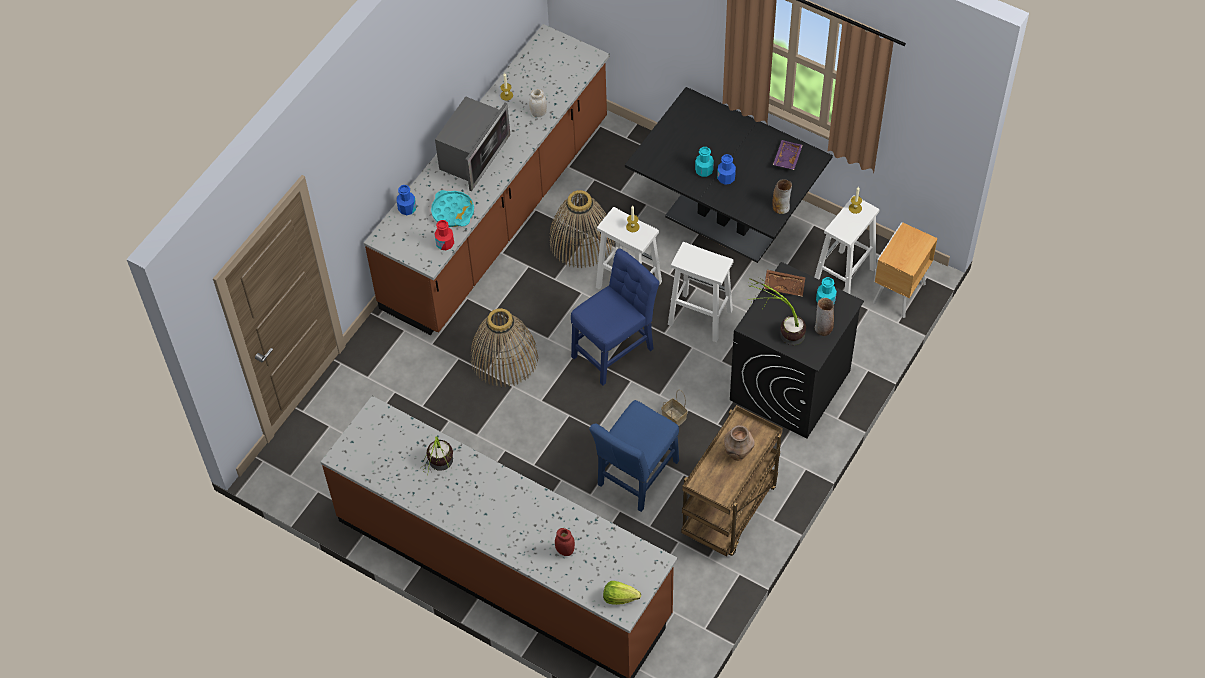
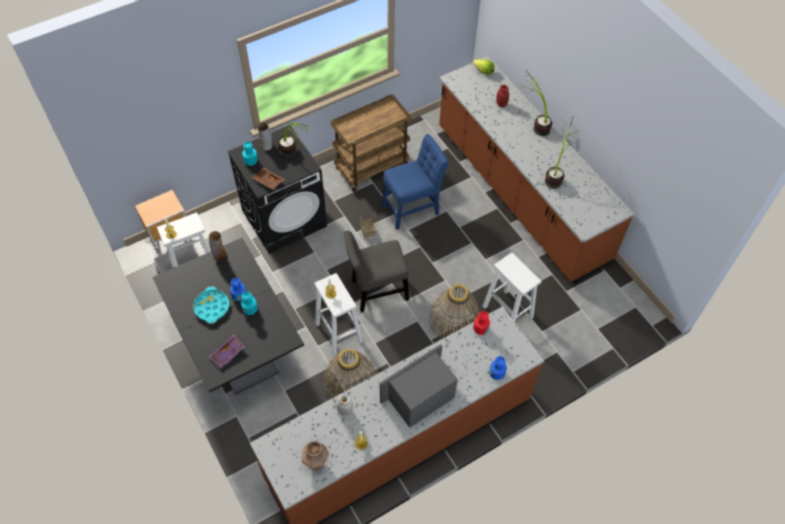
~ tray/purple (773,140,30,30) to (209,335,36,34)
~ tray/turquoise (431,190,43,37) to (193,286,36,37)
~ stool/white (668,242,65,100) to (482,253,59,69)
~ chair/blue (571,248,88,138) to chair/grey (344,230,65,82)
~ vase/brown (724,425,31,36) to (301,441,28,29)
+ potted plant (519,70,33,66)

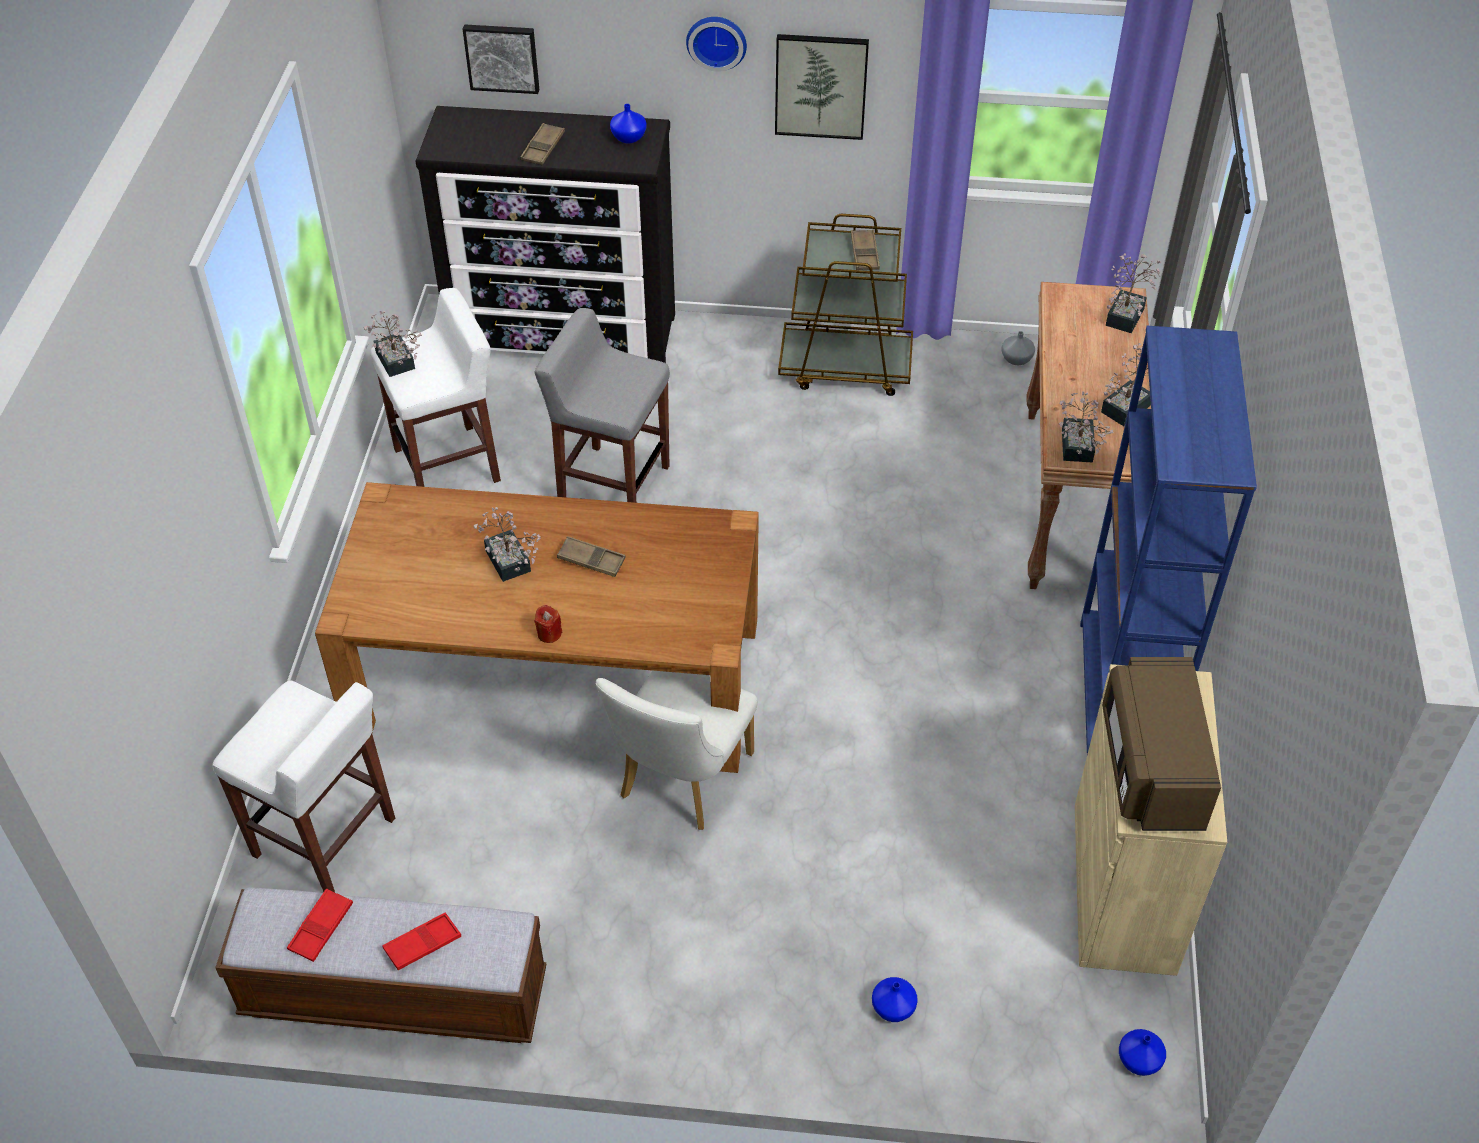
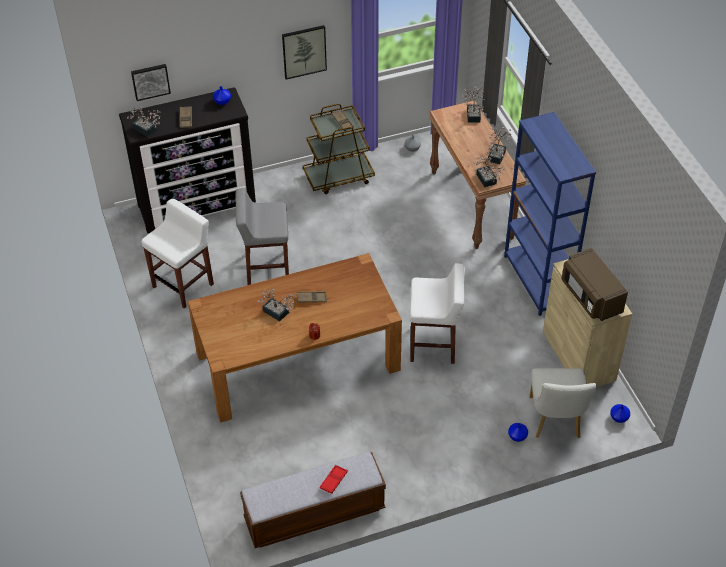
- wall clock (686,17,61,55)
~ potted plant (364,311,58,66) to (127,107,34,30)
~ chair/white (595,671,163,159) to (529,368,68,70)
~ stool/white (212,681,183,211) to (410,263,55,101)
- tray/red (287,888,66,74)

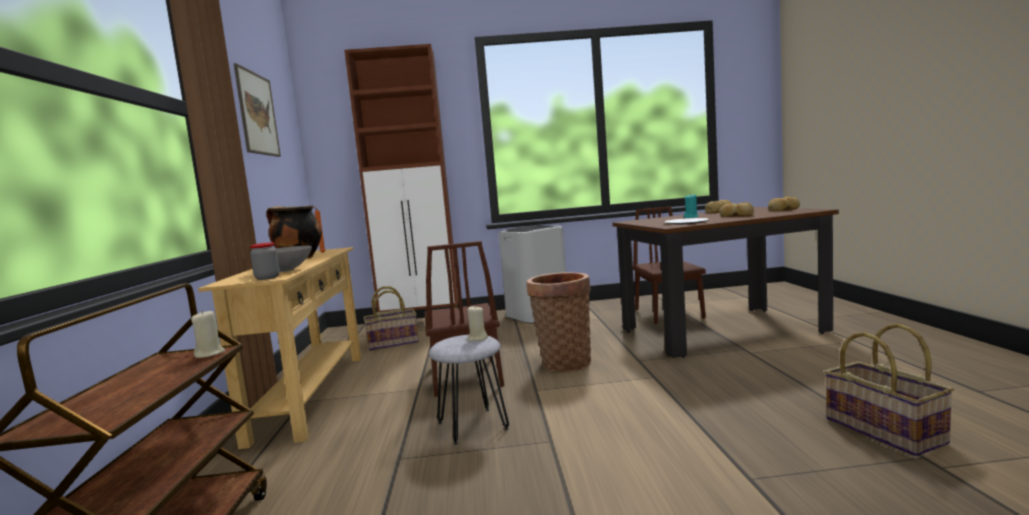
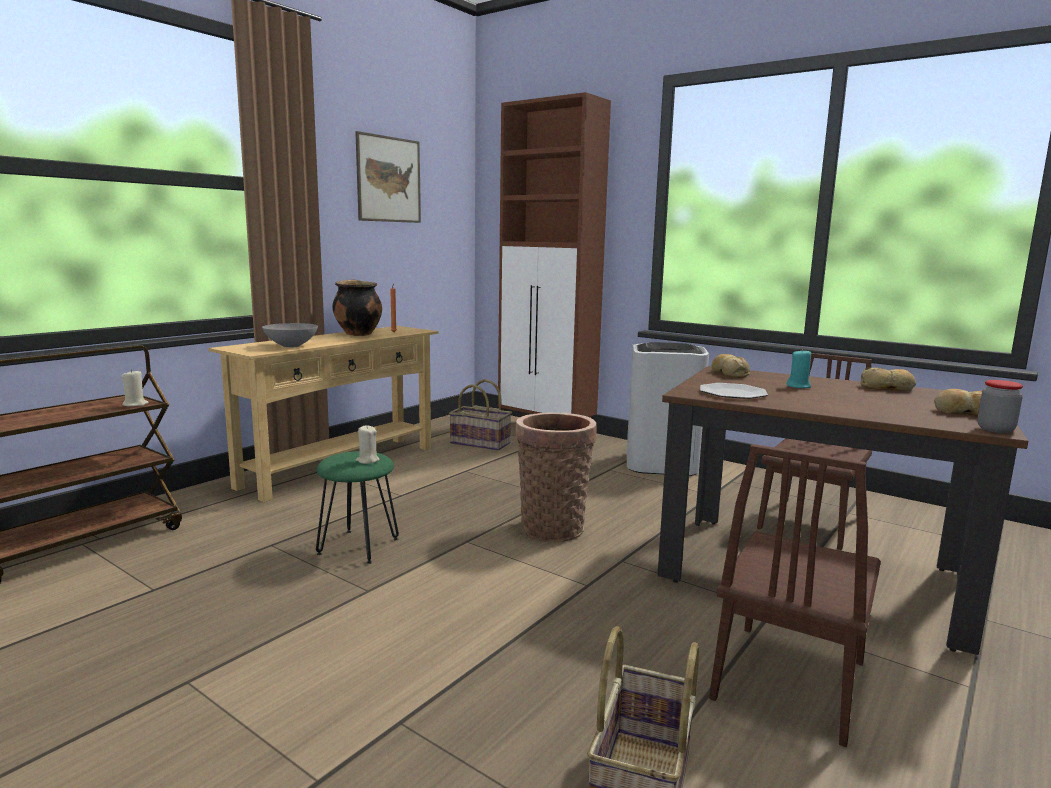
~ bread (719,202,35,15) to (711,354,39,24)
~ chair/brown (425,241,79,156) to (709,444,172,303)
~ jar (250,243,30,37) to (977,380,46,53)
~ stool/grey (429,335,80,110) to stool/green (316,451,83,113)

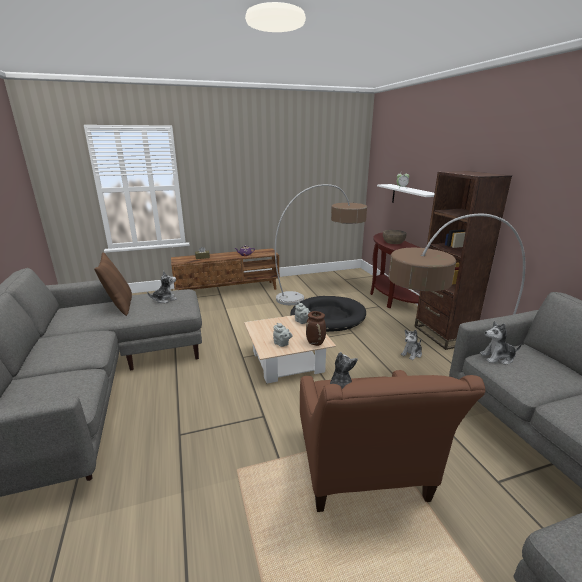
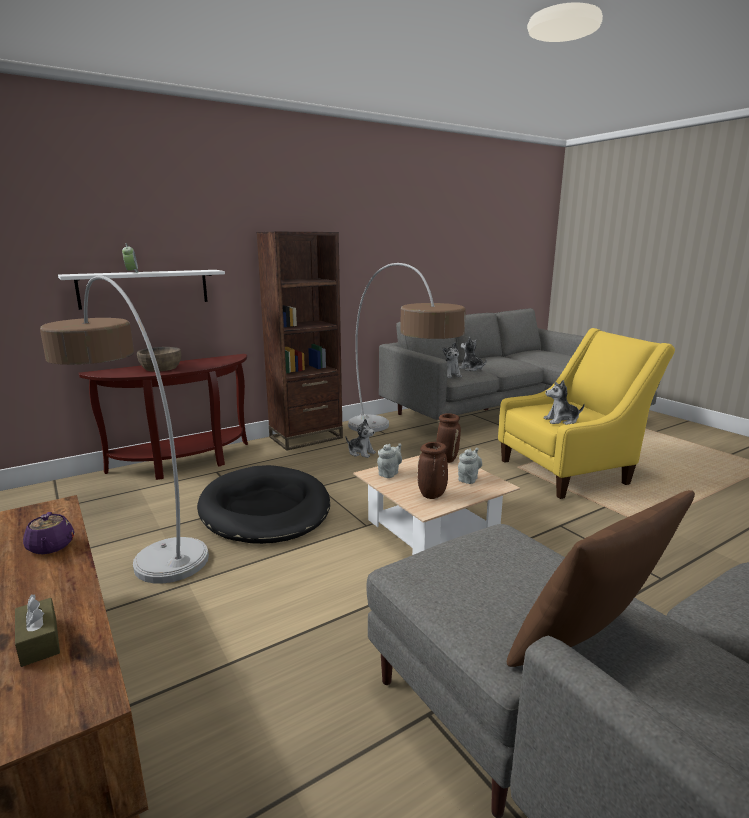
~ plush toy (147,271,30,32) to (459,337,28,34)
~ armchair/brown (300,370,185,142) to armchair/yellow (498,328,177,171)
+ vase/brown (417,442,31,57)

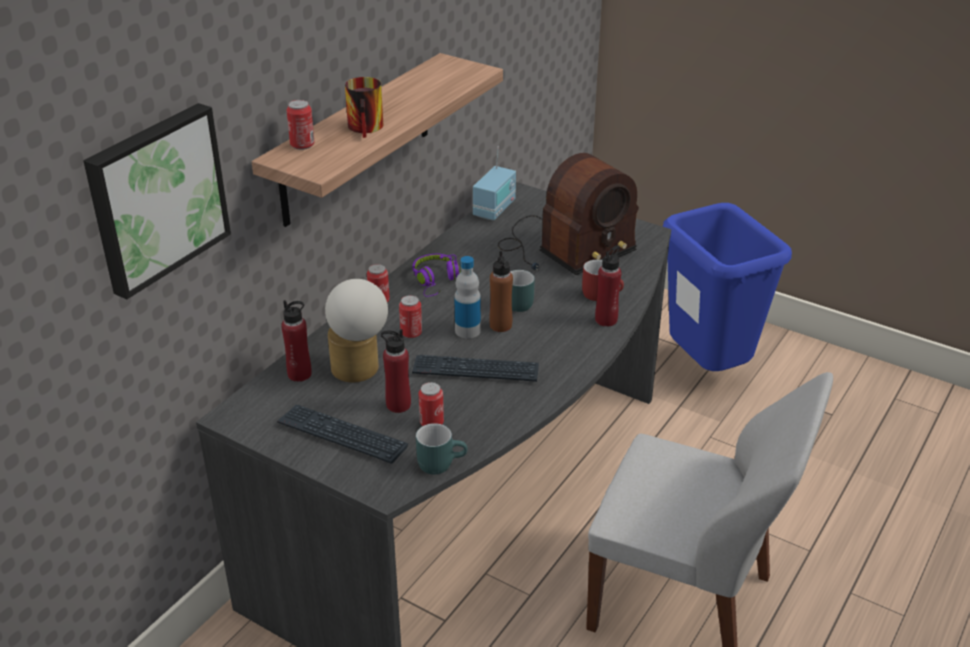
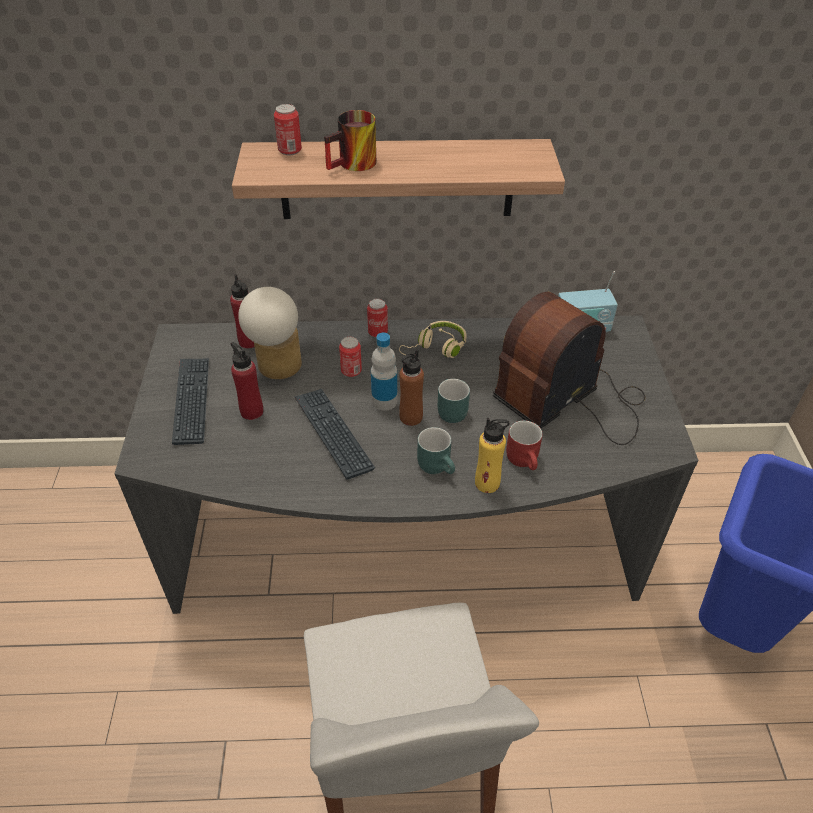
- picture (83,103,148,196)
~ radio (498,153,141,122) = (493,292,152,153) 120 degrees clockwise
~ bottle/red (595,245,26,82) to bottle/yellow (475,418,35,75)
~ headphones/purple (412,254,48,43) to headphones/beige (399,321,68,37)
- can (418,382,26,44)
~ mug/turquoise (416,423,52,51) to (417,427,38,47)

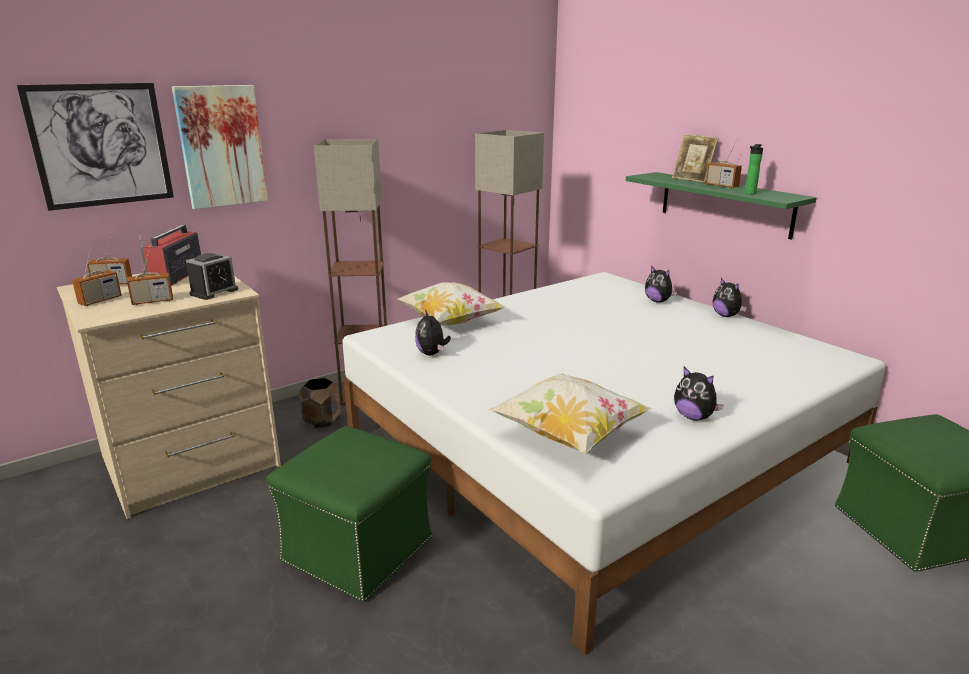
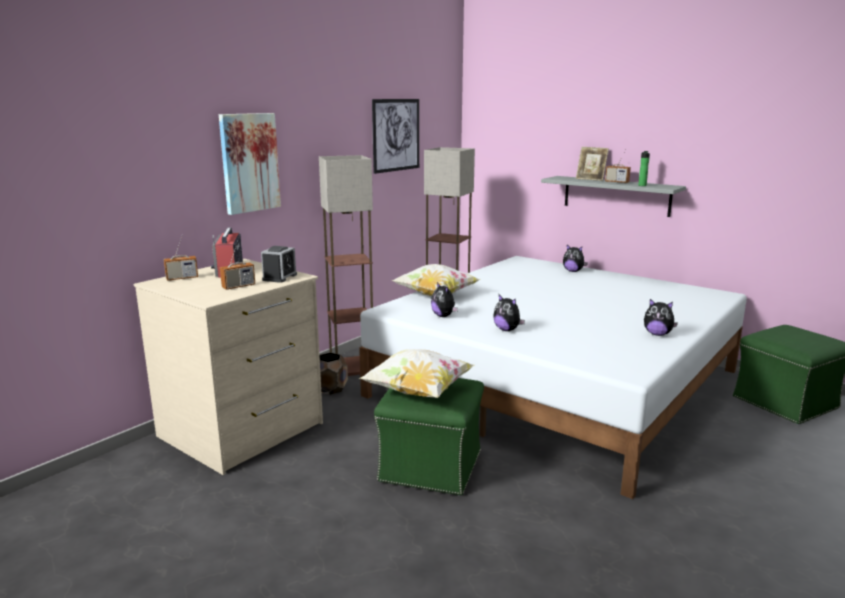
~ picture (17,83,157,128) to (372,99,47,75)
~ shelf/green (626,172,191,68) to shelf/grey (541,176,145,41)
- radio (72,245,50,61)
~ plush toy (713,278,34,39) to (493,295,32,36)
~ pillow (489,374,163,80) to (359,349,116,49)

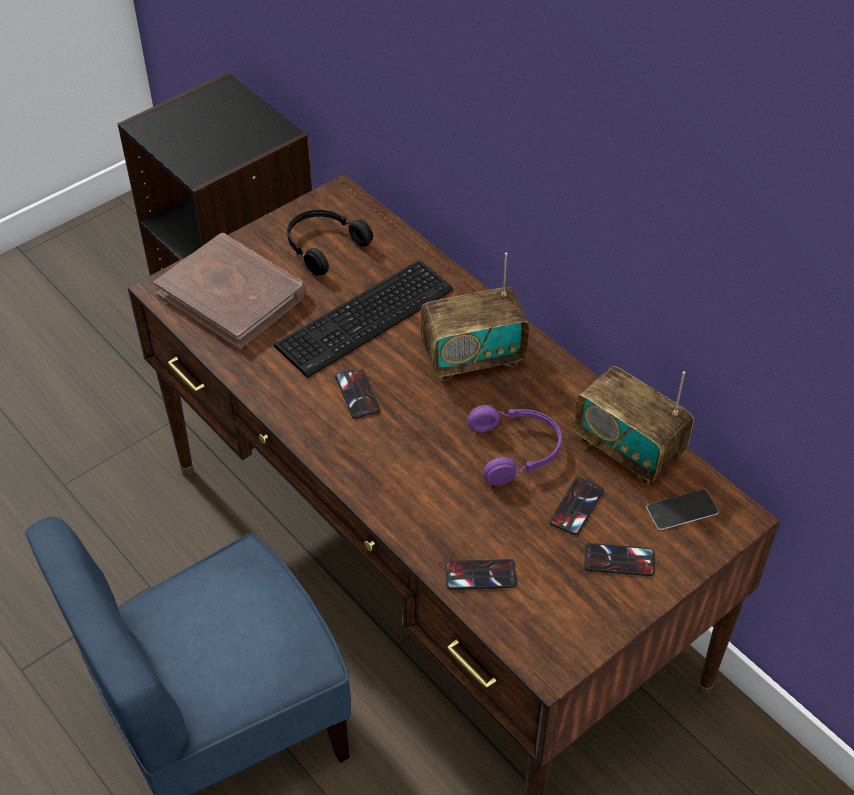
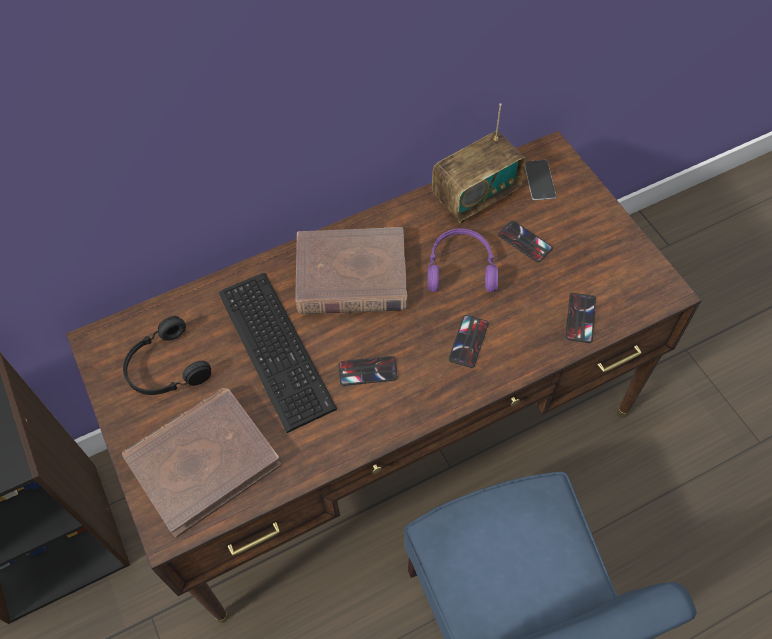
~ radio (421,252,108,130) to book/brown (295,227,112,87)
~ phone (585,543,69,33) to (449,315,39,53)

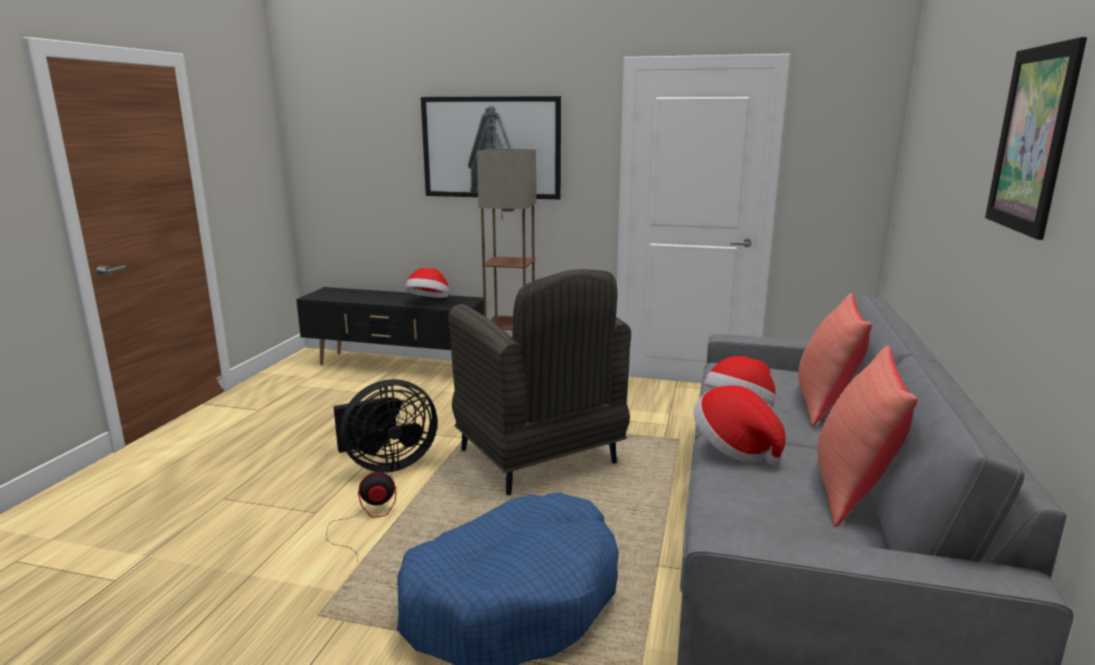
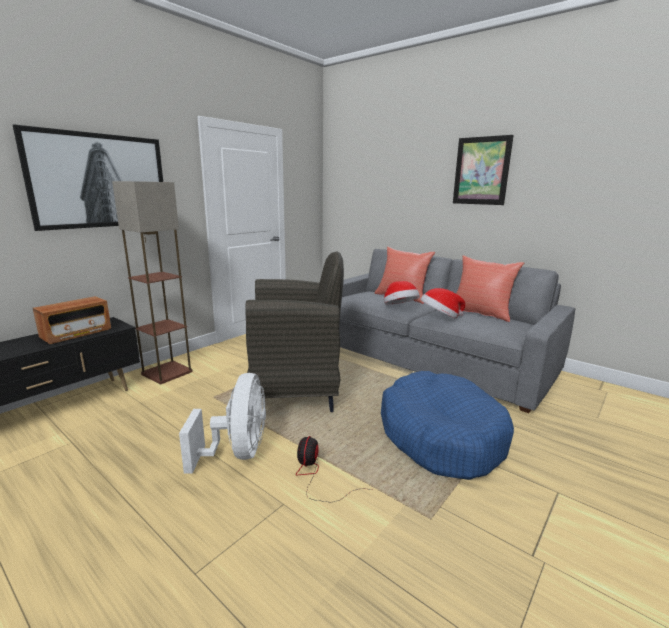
~ hat (405,268,45,30) to radio (33,296,78,48)
~ fan/black (333,379,104,93) to fan/white (179,373,87,101)

